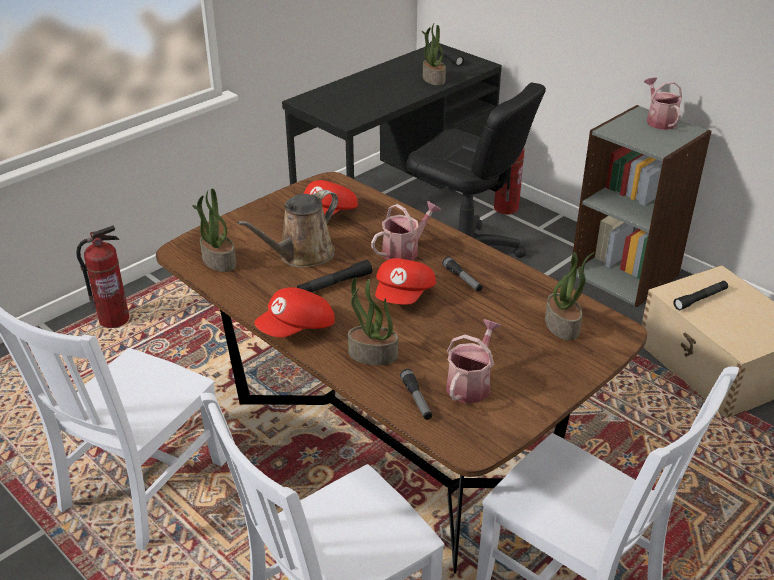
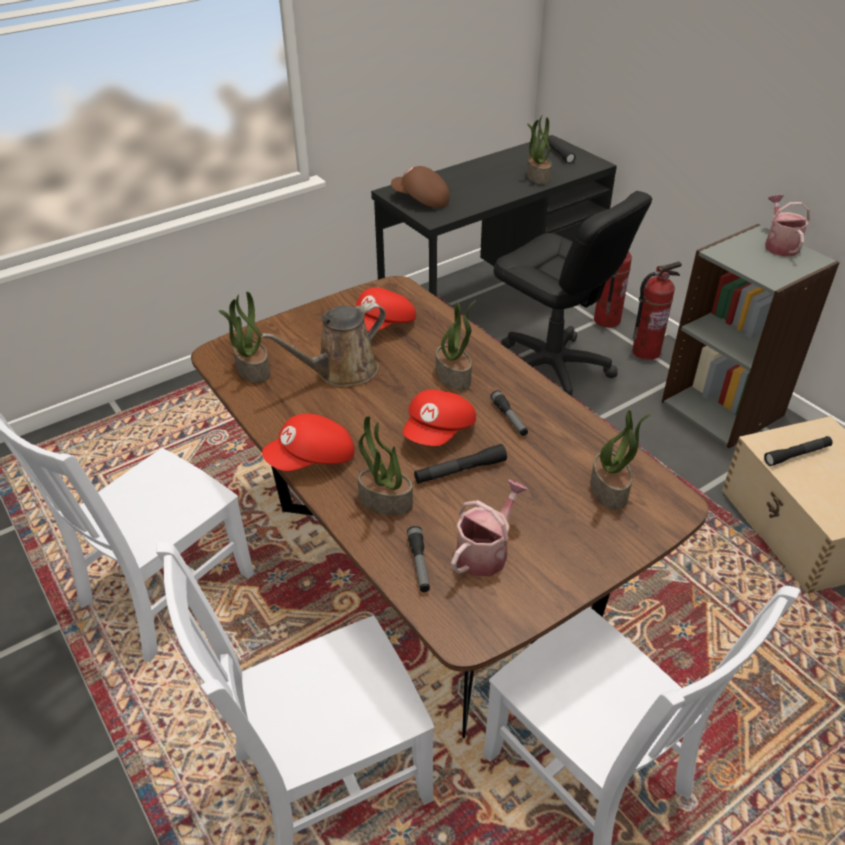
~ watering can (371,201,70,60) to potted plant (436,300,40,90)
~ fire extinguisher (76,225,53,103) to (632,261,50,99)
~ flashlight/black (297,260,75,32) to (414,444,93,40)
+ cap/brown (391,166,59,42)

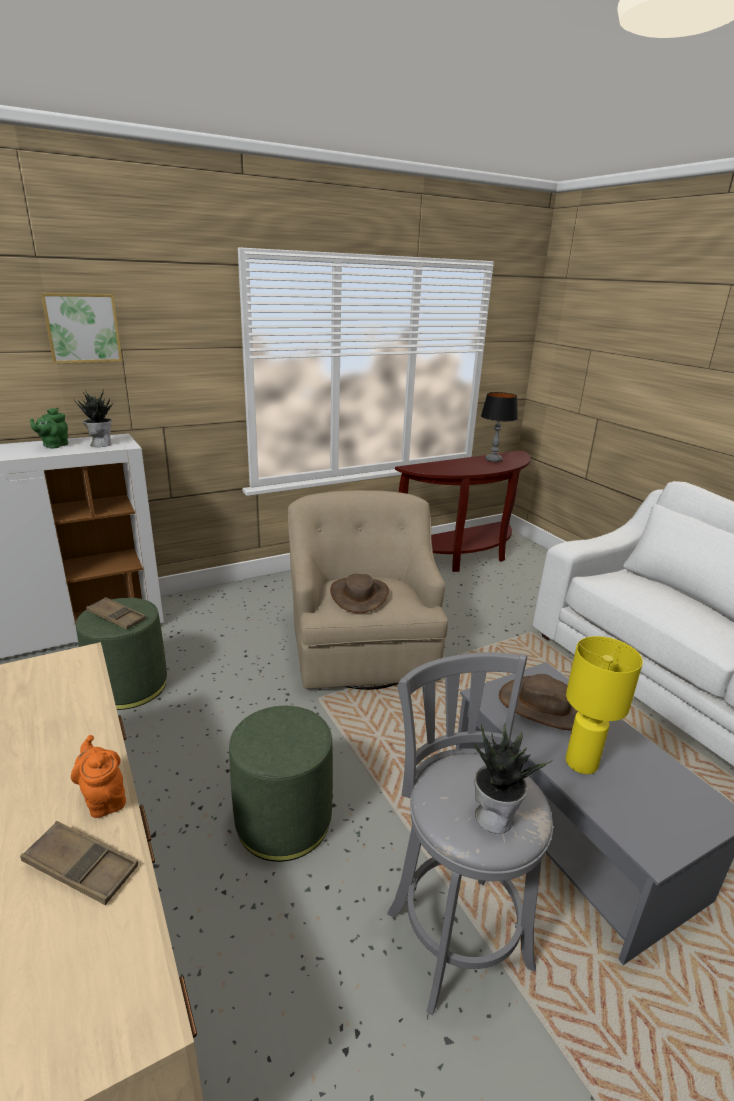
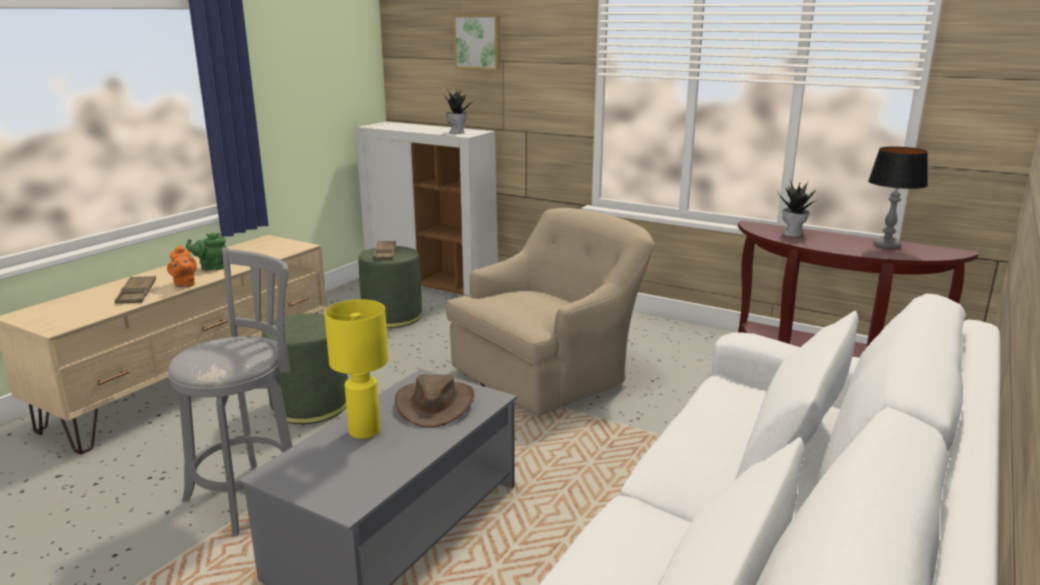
~ teapot/green (30,408,38,40) to (186,233,41,38)
- hat/brown (330,574,59,39)
~ potted plant (473,724,79,110) to (778,180,39,57)
~ teapot/orange (71,735,55,83) = (167,245,30,42) 135 degrees clockwise

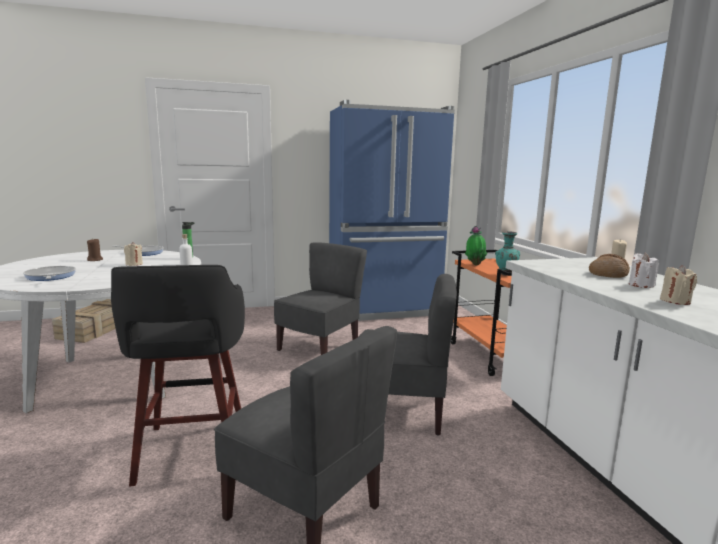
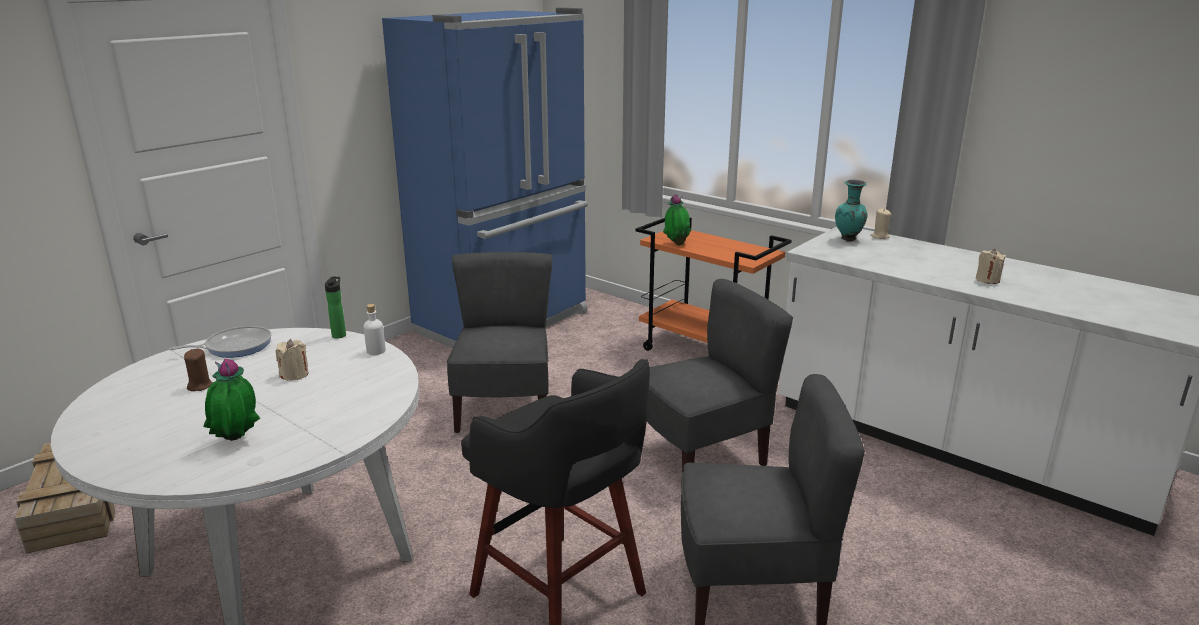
~ vase/turquoise (495,231,25,45) to (835,180,32,62)
- candle/white (629,253,30,35)
- bread (589,254,41,24)
~ frying pan (23,266,53,15) to potted plant (203,359,57,82)

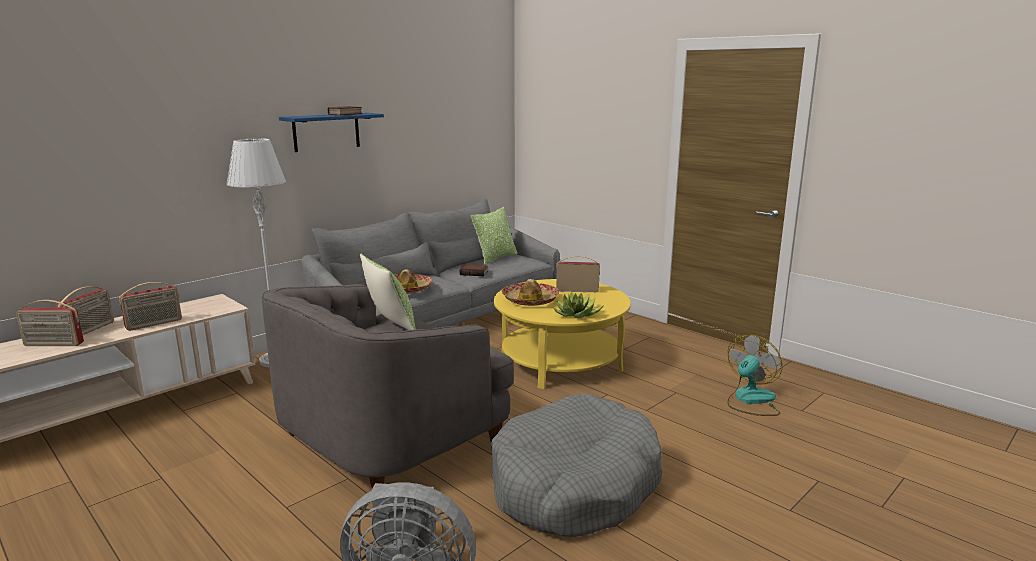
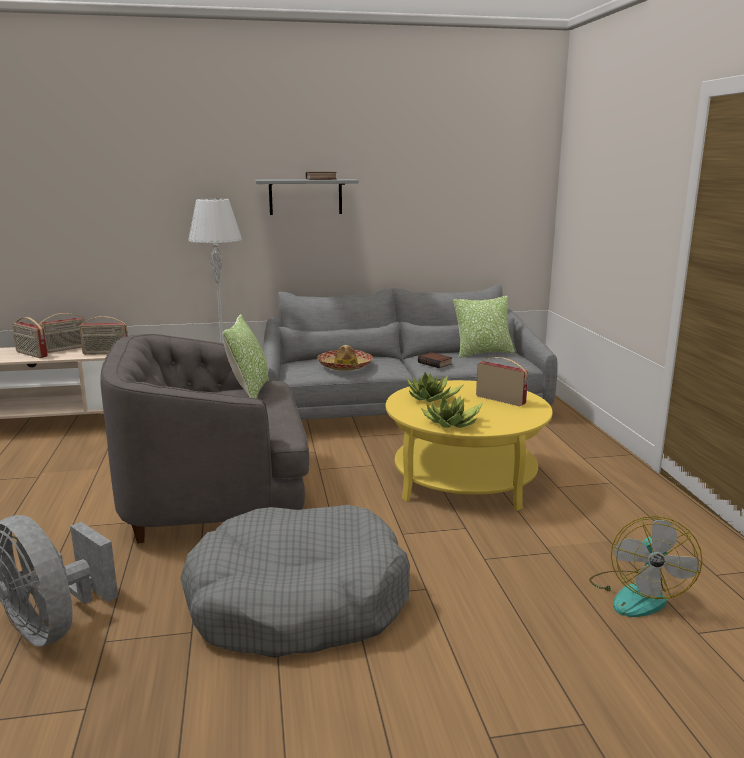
~ shelf/blue (279,113,105,39) to shelf/grey (255,179,104,36)
~ hat (502,279,57,27) to potted plant (406,372,57,30)
~ fan (727,335,55,81) = (589,516,113,101) 120 degrees clockwise

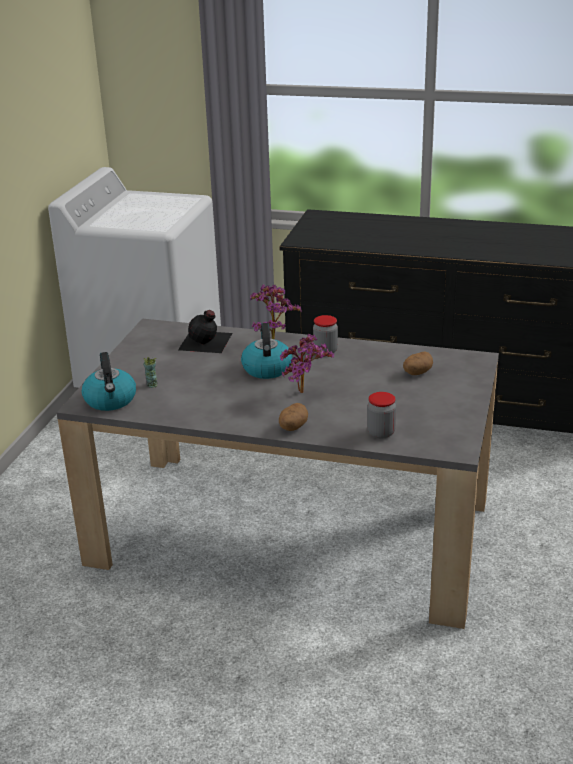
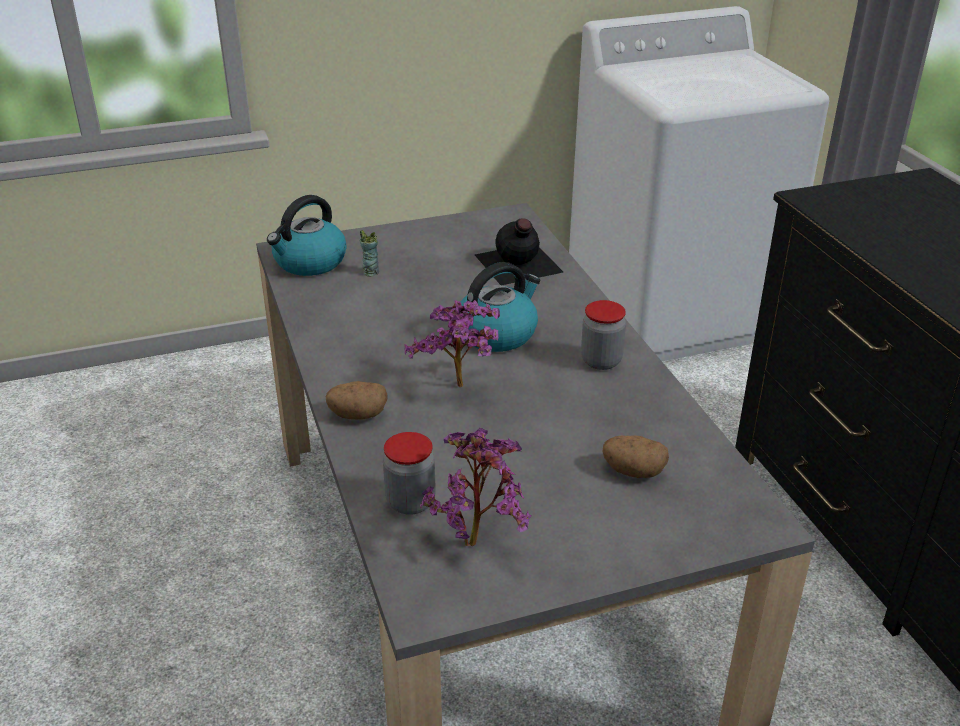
~ potted plant (250,284,52,55) to (420,428,111,118)

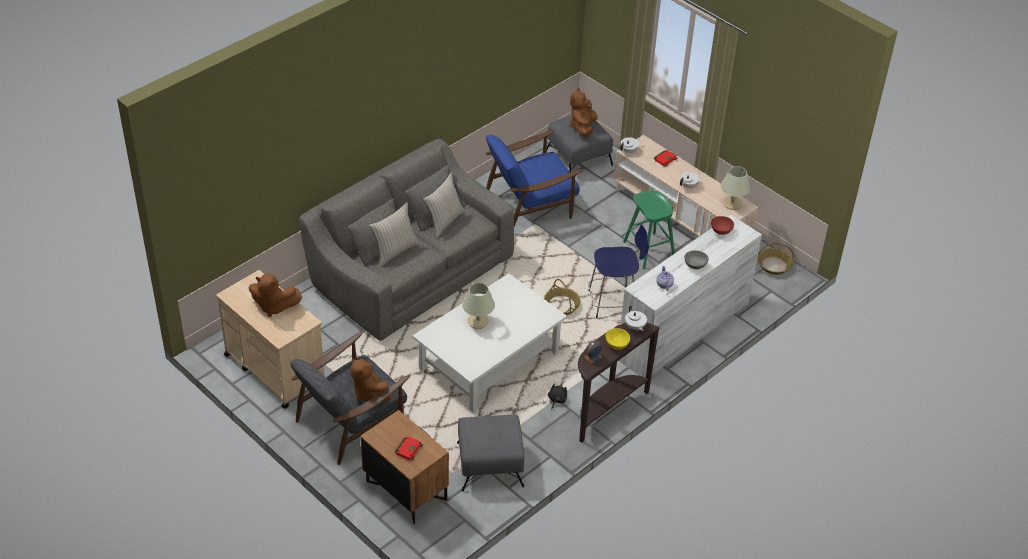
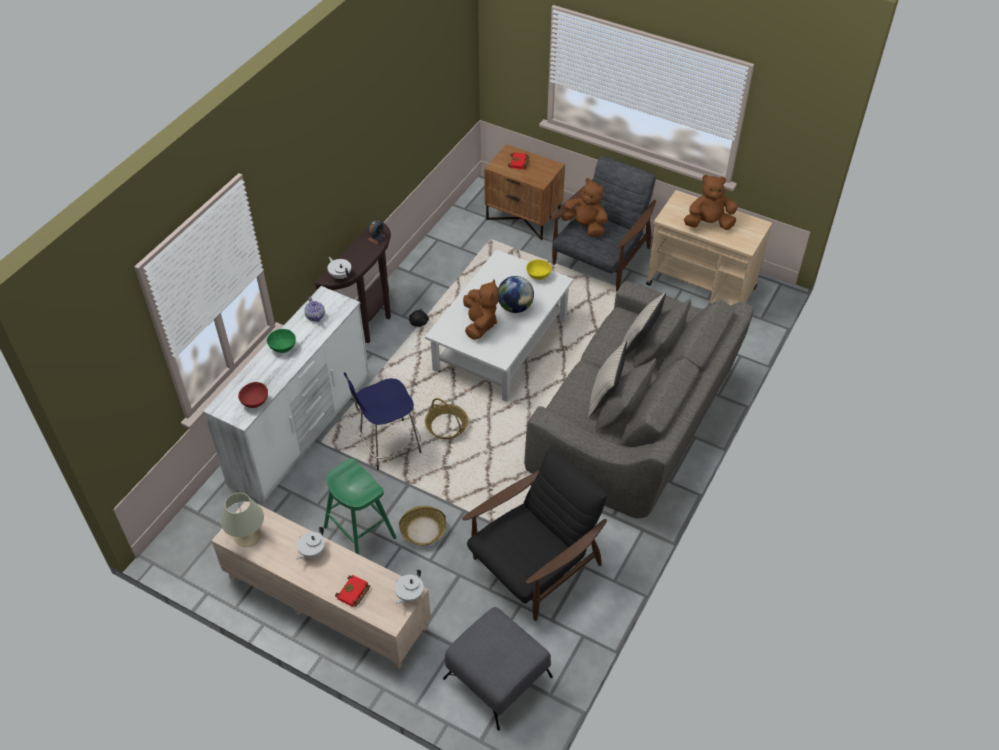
~ plush toy/brown (570,88,27,48) to (463,279,36,61)
~ armchair/blue (485,130,99,97) to armchair/black (462,448,146,173)
~ basket (757,243,37,32) to (399,506,47,40)
~ bowl/grey (685,250,24,19) to bowl/green (267,329,29,24)
~ table lamp/beige (462,283,33,46) to globe (498,276,36,37)
~ bowl/yellow (605,328,25,22) to (526,260,26,20)
- ottoman/grey (457,414,67,77)

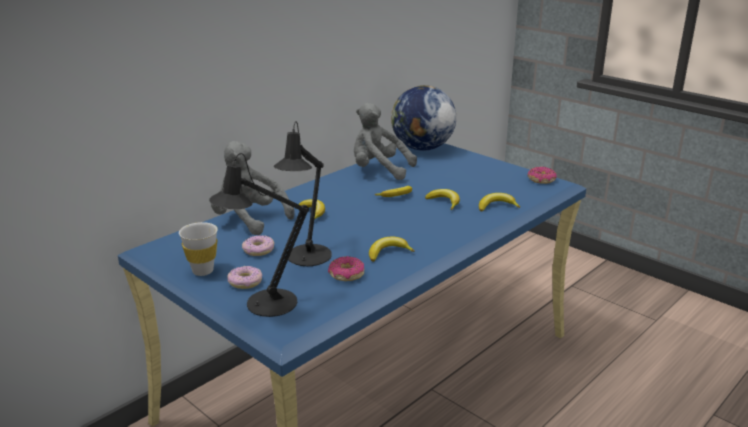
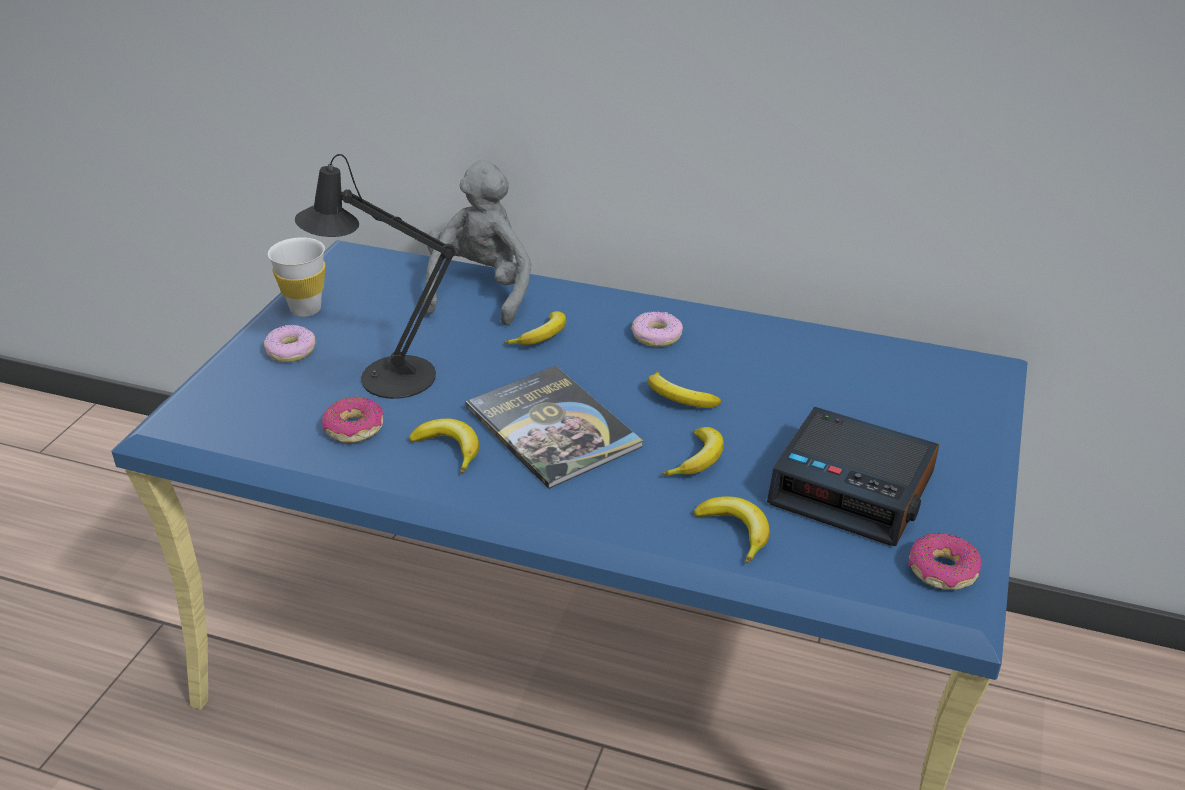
- globe (391,85,65,66)
- plush toy/grey (354,103,63,77)
- table lamp/black (209,153,100,164)
~ donut (242,235,32,21) to (631,311,52,36)
+ book (465,366,178,123)
+ alarm clock (767,407,172,139)

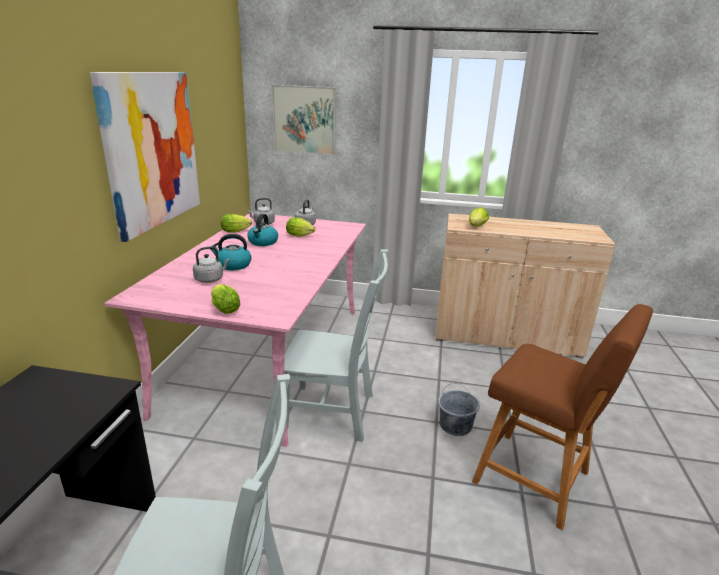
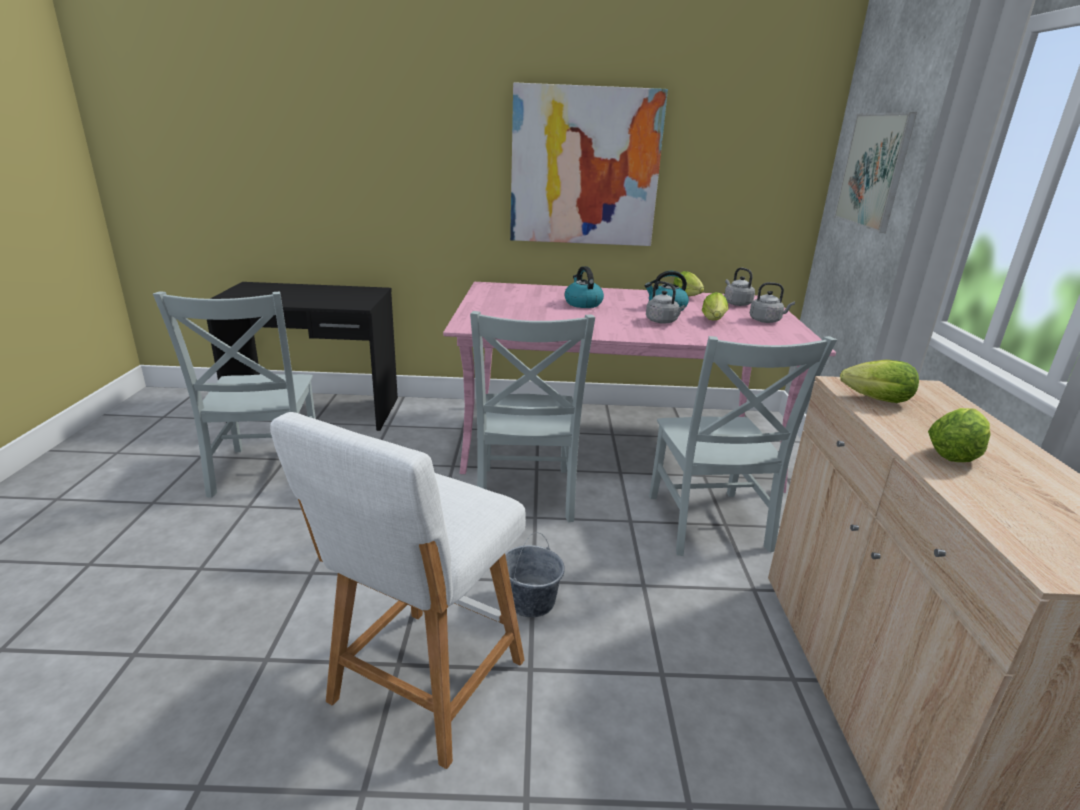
~ kettle/grey (193,246,37,37) to (646,281,39,43)
~ lettuce (211,284,29,30) to (928,408,63,54)
~ stool/brown (472,304,181,226) to stool/white (270,412,256,357)
+ chair/grey (649,336,188,220)

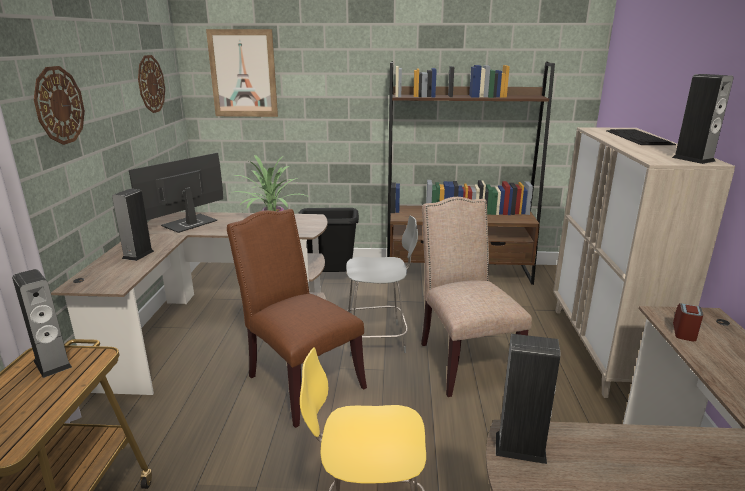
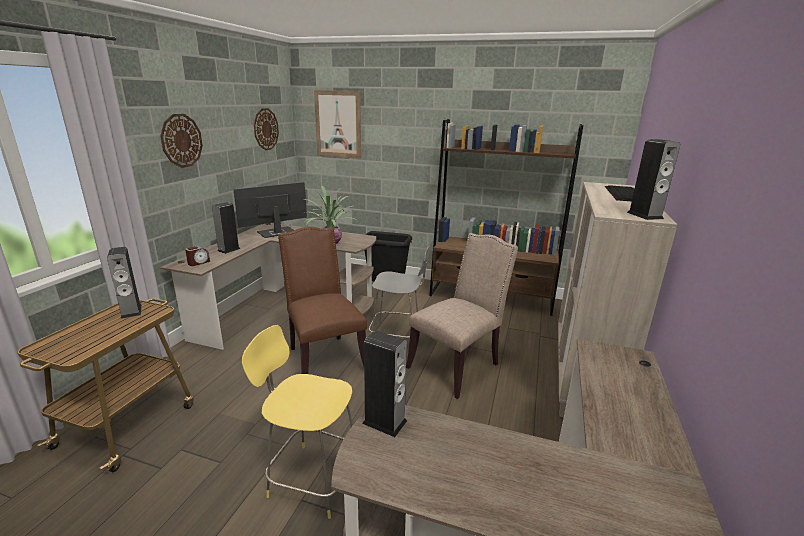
~ chair/beige (421,197,111,200) = (406,233,112,166) 45 degrees clockwise
~ alarm clock (673,303,30,38) to (185,246,25,20)

